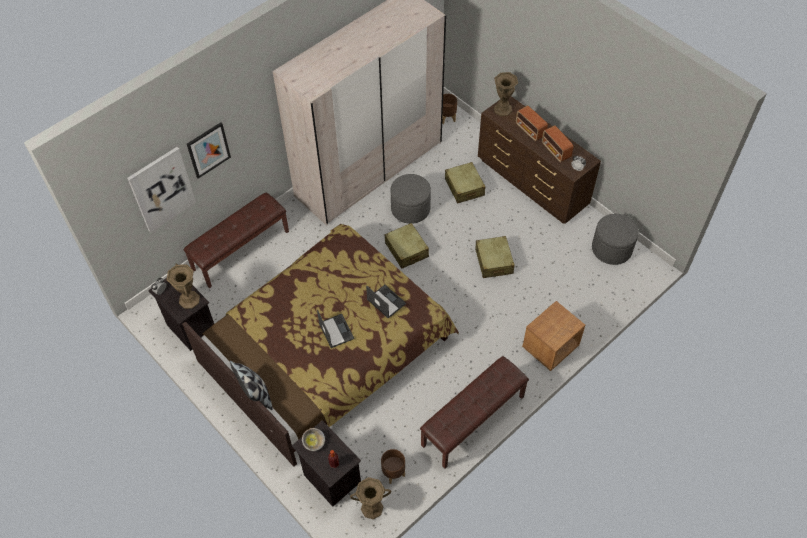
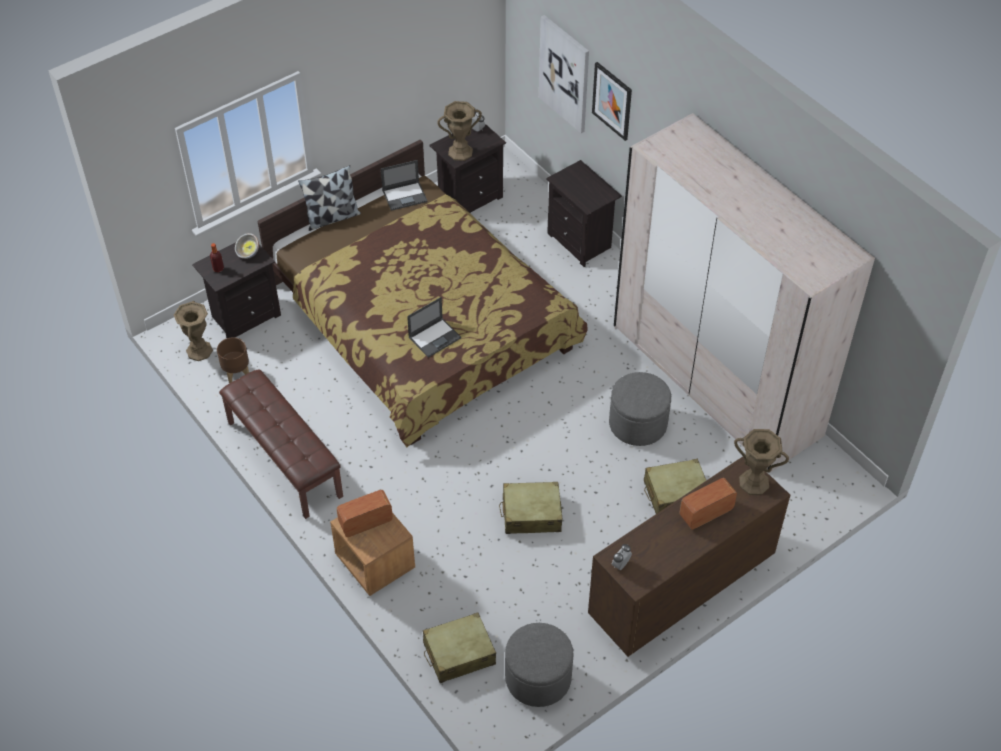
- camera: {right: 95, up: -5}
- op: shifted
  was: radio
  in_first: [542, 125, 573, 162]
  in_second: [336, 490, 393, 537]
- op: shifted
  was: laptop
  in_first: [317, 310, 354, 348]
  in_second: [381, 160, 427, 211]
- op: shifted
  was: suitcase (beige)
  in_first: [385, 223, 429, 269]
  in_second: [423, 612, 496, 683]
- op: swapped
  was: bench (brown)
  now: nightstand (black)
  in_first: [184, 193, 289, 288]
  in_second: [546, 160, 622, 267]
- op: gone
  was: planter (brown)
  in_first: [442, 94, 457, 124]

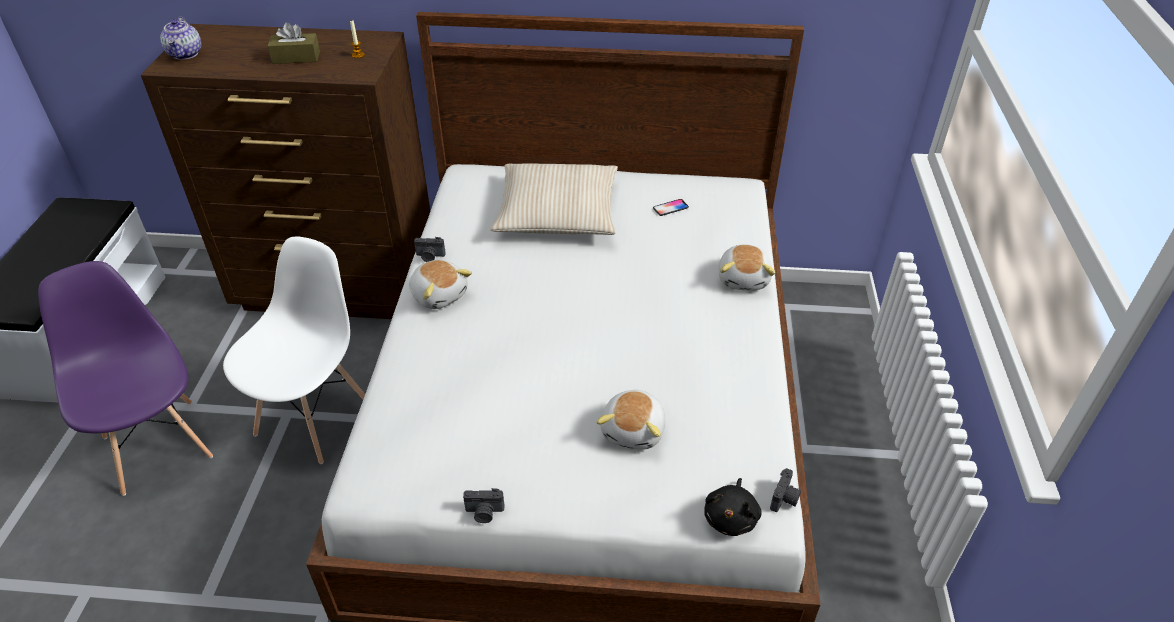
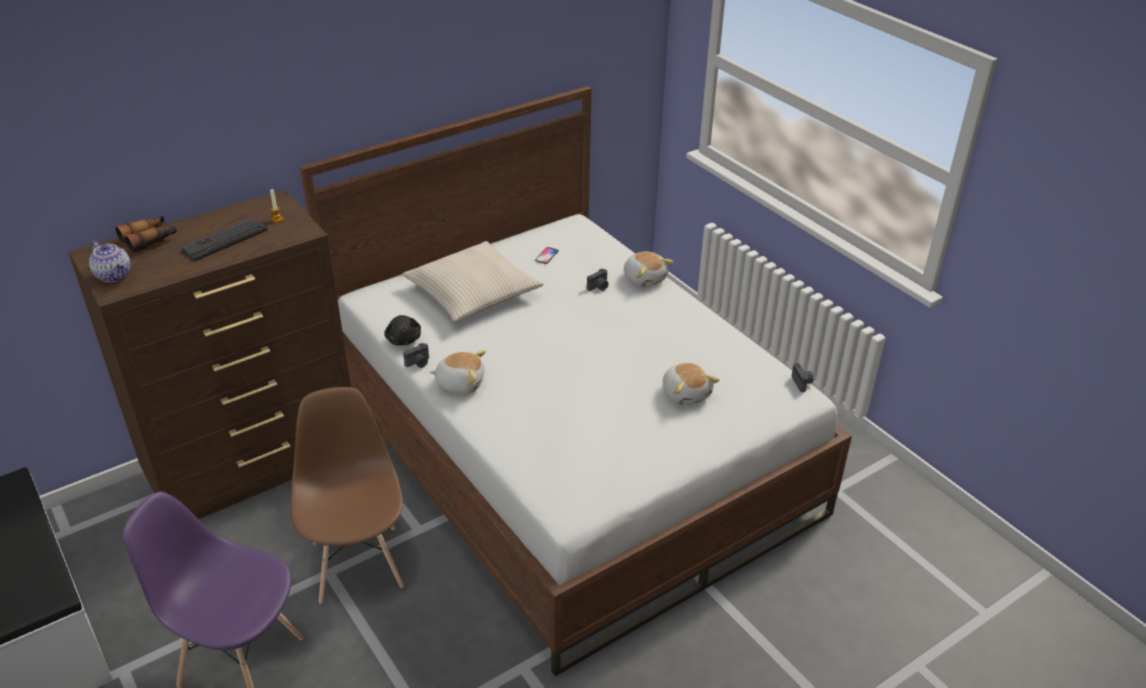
- camera: {right: -40, up: -5}
- op: new
  now: binoculars
  in_second: [115, 216, 177, 254]
- op: swapped
  was: tissue box (brown)
  now: keyboard
  in_first: [267, 22, 320, 64]
  in_second: [181, 218, 268, 261]
- op: repainted
  was: chair (white)
  now: chair (brown)
  in_first: [223, 237, 365, 464]
  in_second: [291, 387, 404, 604]
- op: shifted
  was: plush toy (black)
  in_first: [704, 478, 762, 536]
  in_second: [384, 315, 421, 346]
- op: shifted
  was: photo camera
  in_first: [463, 488, 504, 523]
  in_second: [587, 269, 608, 291]

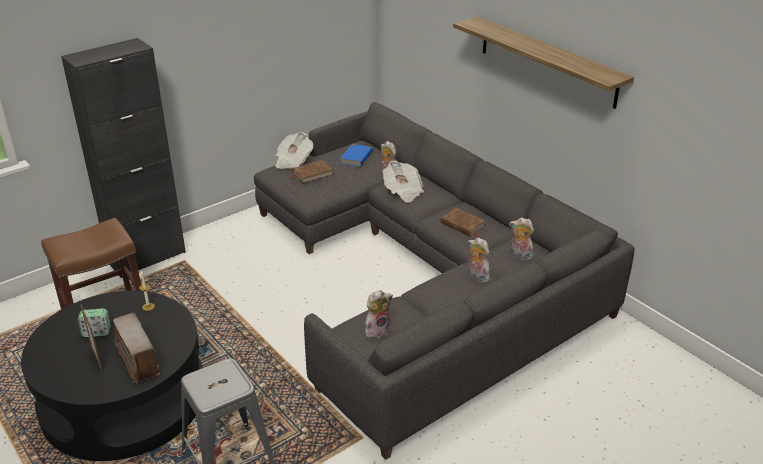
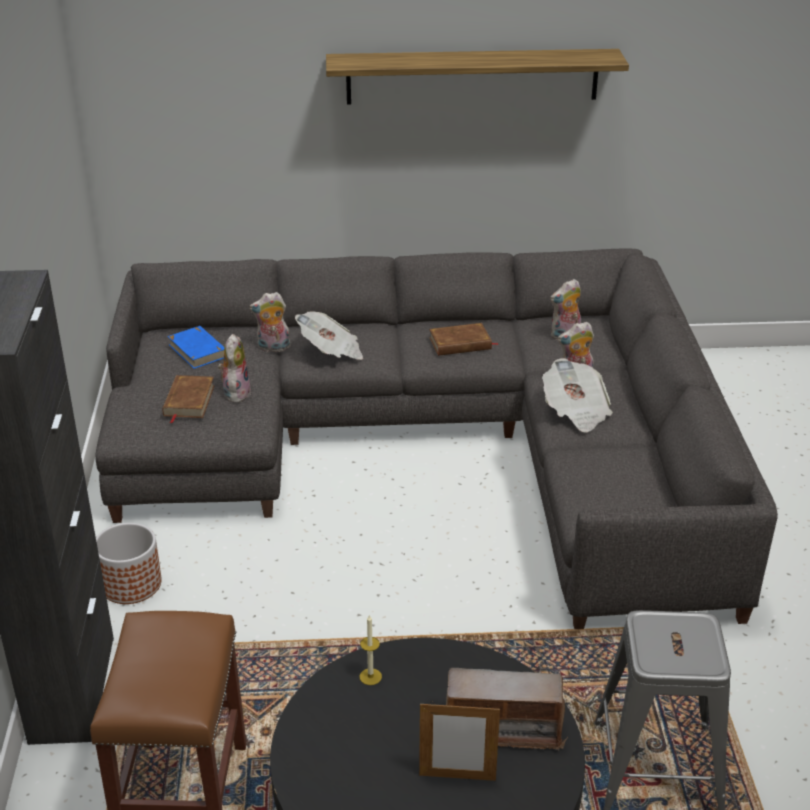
- camera: {right: -55, up: 0}
- op: new
  now: planter
  in_second: [96, 523, 162, 604]
- op: shifted
  was: plush toy
  in_first: [365, 290, 393, 338]
  in_second: [218, 334, 251, 403]
- op: shifted
  was: newspaper
  in_first: [275, 132, 313, 169]
  in_second: [542, 358, 613, 433]
- op: gone
  was: alarm clock
  in_first: [77, 308, 111, 337]

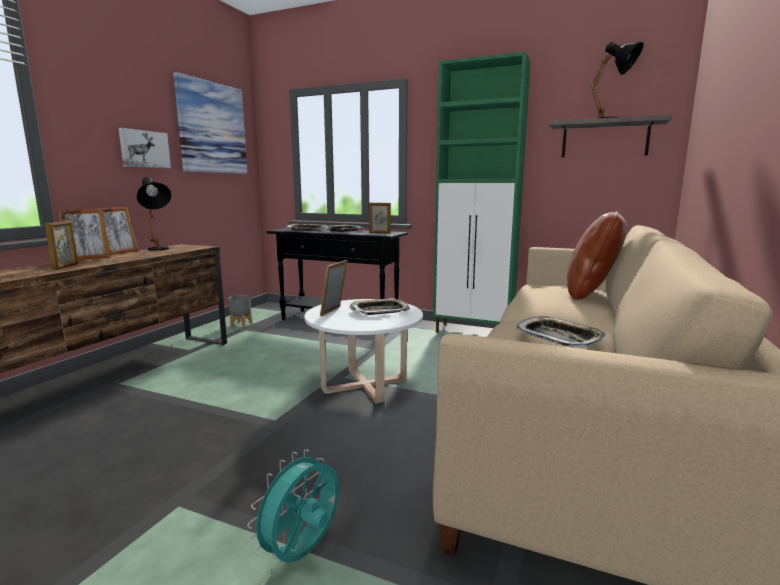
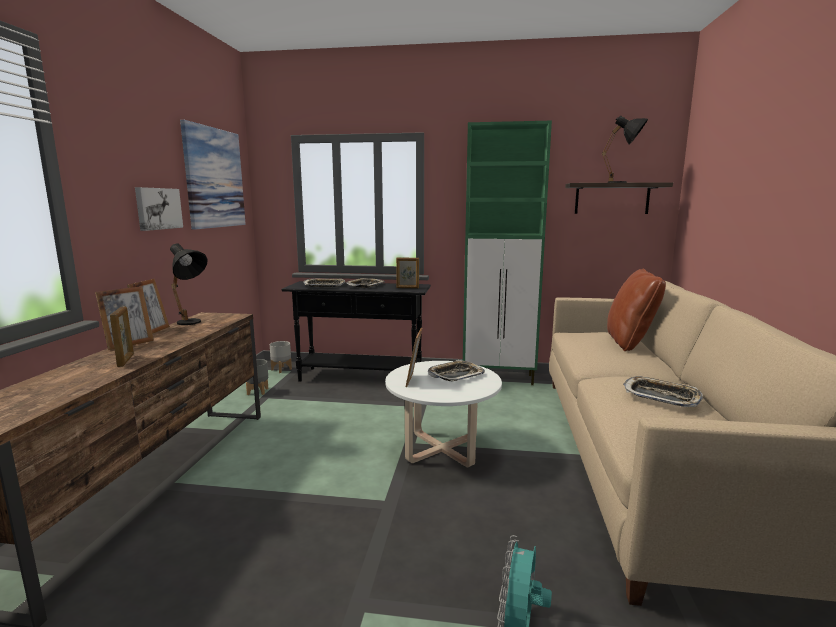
- camera: {right: -15, up: 0}
- op: new
  now: planter (grey)
  in_second: [270, 341, 292, 373]

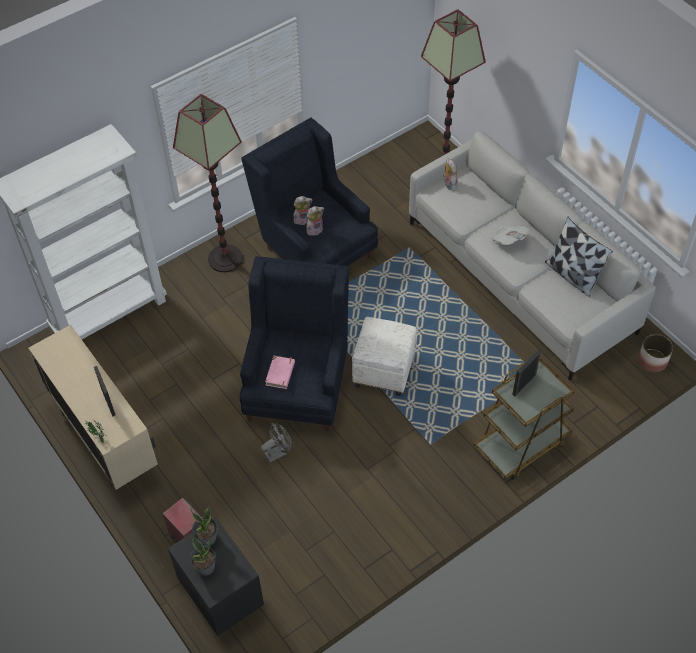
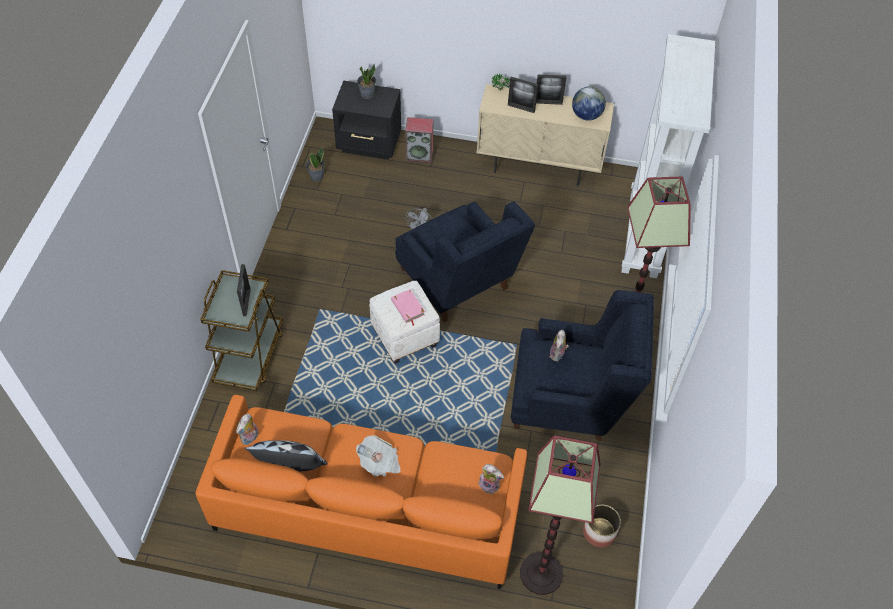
- camera: {right: 135, up: 0}
- op: repainted
  was: sofa (grey)
  now: sofa (orange)
  in_first: [409, 131, 656, 381]
  in_second: [196, 395, 527, 589]
- op: shifted
  was: plush toy
  in_first: [294, 196, 312, 225]
  in_second: [236, 414, 259, 445]
- op: shifted
  was: potted plant
  in_first: [191, 506, 217, 546]
  in_second: [306, 147, 325, 181]
- op: shifted
  was: book (pink)
  in_first: [265, 356, 295, 389]
  in_second: [391, 289, 425, 326]
- op: new
  now: picture frame
  in_second: [536, 74, 567, 105]
- op: new
  now: globe
  in_second: [572, 86, 606, 121]
- op: shifted
  was: planter
  in_first: [638, 334, 673, 372]
  in_second: [583, 505, 621, 547]

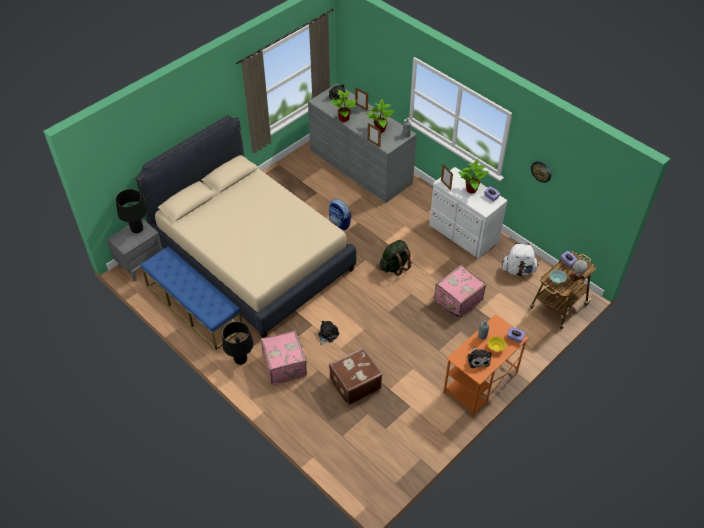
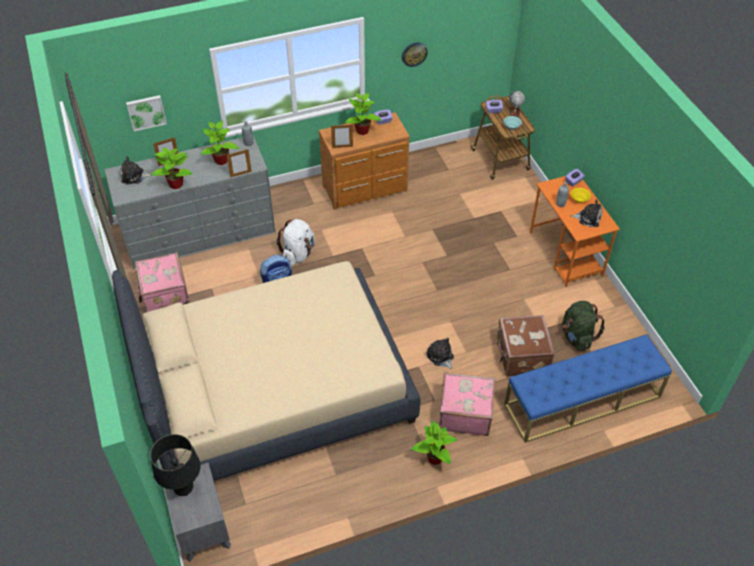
- camera: {right: -65, up: 0}
- op: new
  now: picture
  in_second: [126, 95, 167, 132]
- op: shifted
  was: suitcase (pink)
  in_first: [434, 265, 486, 319]
  in_second: [135, 252, 190, 312]
- op: shifted
  was: backpack (white)
  in_first: [502, 243, 539, 276]
  in_second: [276, 219, 315, 266]
- op: repainted
  was: dresser (white)
  now: dresser (brown)
  in_first: [429, 167, 508, 259]
  in_second: [319, 112, 410, 210]
- op: swapped
  was: table lamp (black)
  now: potted plant
  in_first: [222, 321, 253, 365]
  in_second: [411, 421, 457, 465]
- op: shifted
  was: bench (blue)
  in_first: [141, 246, 242, 350]
  in_second: [504, 334, 672, 443]
- op: shifted
  was: backpack (green)
  in_first: [380, 240, 412, 276]
  in_second: [562, 301, 605, 351]

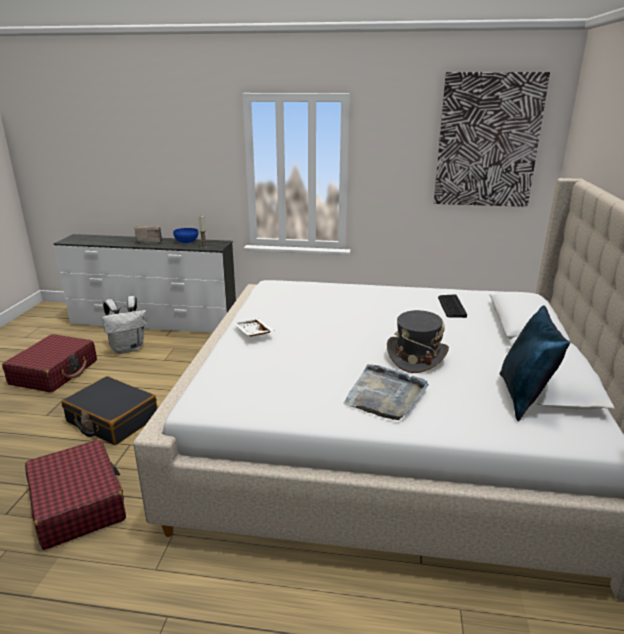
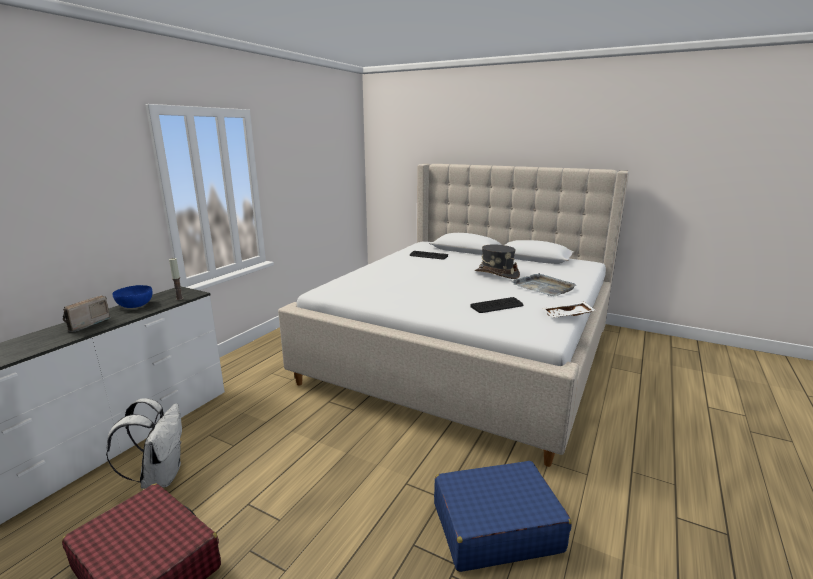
- camera: {right: -70, up: -5}
- op: repainted
  was: suitcase (red)
  now: suitcase (blue)
  in_first: [25, 439, 126, 550]
  in_second: [434, 461, 572, 572]
- op: new
  now: keyboard
  in_second: [470, 297, 524, 313]
- op: shifted
  was: tray (white)
  in_first: [233, 319, 275, 336]
  in_second: [542, 301, 596, 318]
- op: gone
  was: suitcase (black)
  in_first: [62, 376, 157, 445]
- op: gone
  was: picture
  in_first: [434, 72, 550, 207]
- op: gone
  was: pillow (blue)
  in_first: [500, 305, 570, 421]

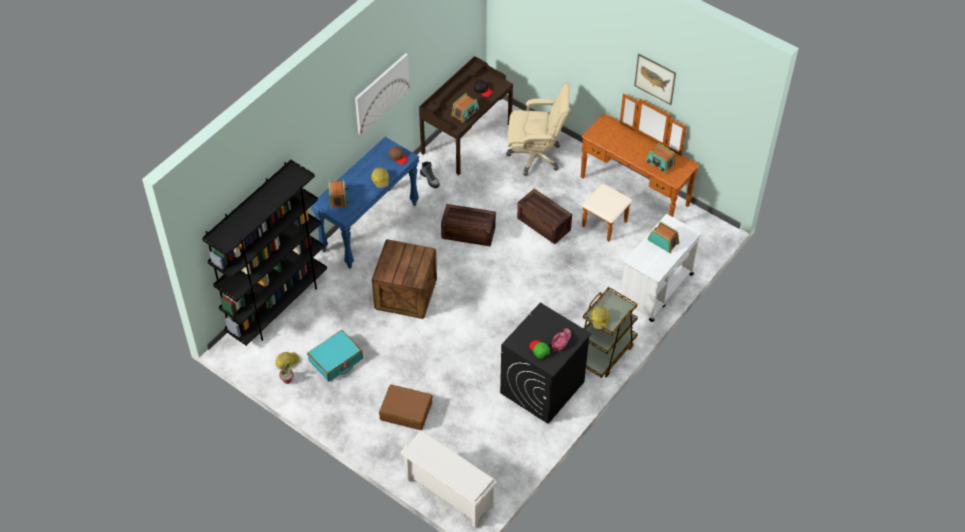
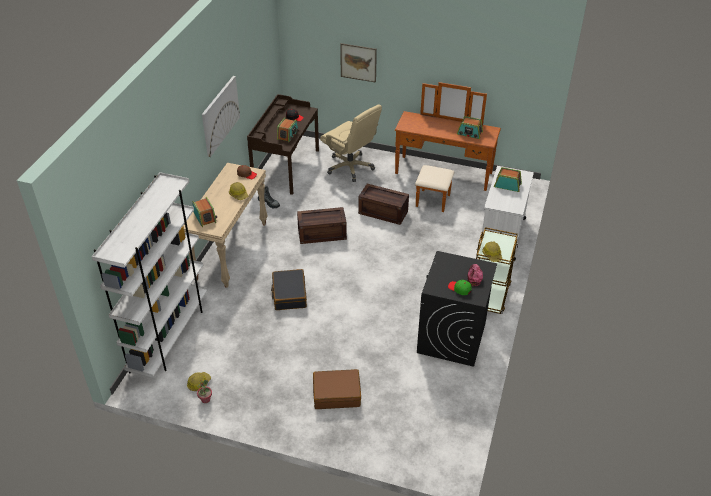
- camera: {right: -20, up: -10}
- op: repainted
  was: bookcase (black)
  now: bookcase (white)
  in_first: [202, 160, 327, 346]
  in_second: [91, 172, 208, 378]
- op: repainted
  was: console table (blue)
  now: console table (beige)
  in_first: [311, 137, 420, 269]
  in_second: [183, 163, 268, 288]
- op: swapped
  was: crate
  now: suitcase (black)
  in_first: [372, 239, 437, 319]
  in_second: [271, 269, 307, 310]
- op: rotated
  was: office chair (beige)
  in_first: [506, 83, 570, 176]
  in_second: [320, 105, 382, 182]
  clockwise: 60
- op: shifted
  was: picture
  in_first: [634, 54, 676, 105]
  in_second: [340, 43, 377, 83]
- op: gone
  was: suitcase (turquoise)
  in_first: [307, 330, 363, 382]
- op: gone
  was: shoe rack (white)
  in_first: [400, 430, 497, 528]

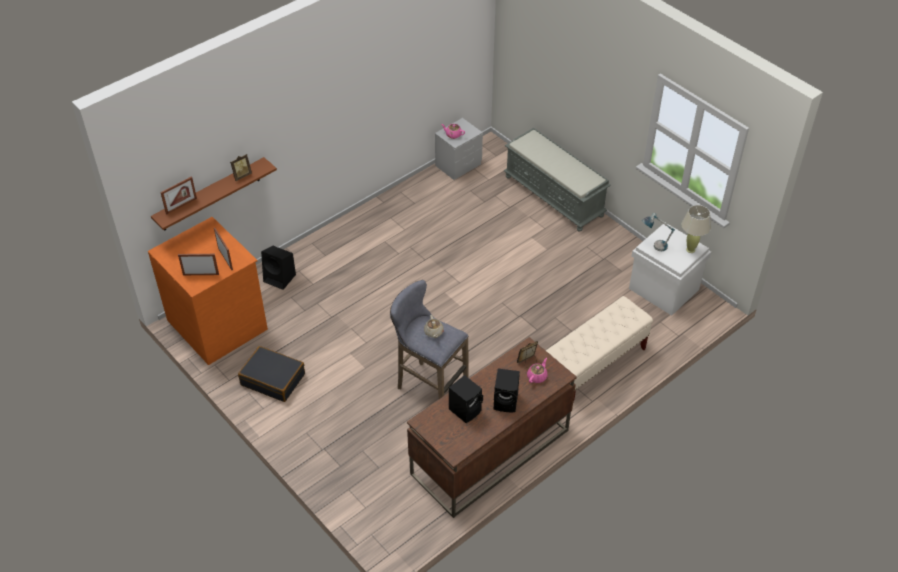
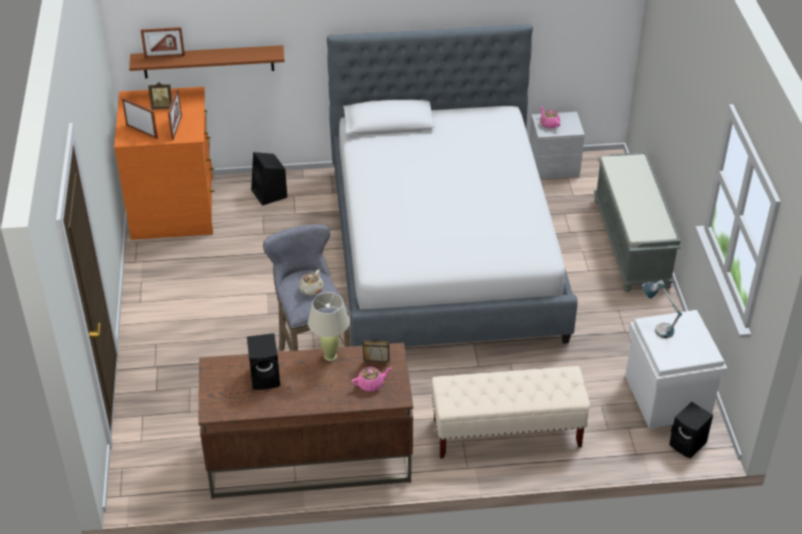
- camera: {right: 35, up: -5}
- op: shifted
  was: picture frame
  in_first: [230, 154, 252, 181]
  in_second: [148, 82, 172, 110]
- op: shifted
  was: table lamp (beige)
  in_first: [682, 205, 711, 253]
  in_second: [308, 292, 350, 361]
- op: new
  now: bed
  in_second: [327, 24, 578, 347]
- op: shifted
  was: speaker (black)
  in_first: [494, 369, 520, 412]
  in_second: [669, 402, 713, 458]
- op: gone
  was: suitcase (black)
  in_first: [238, 346, 305, 402]

